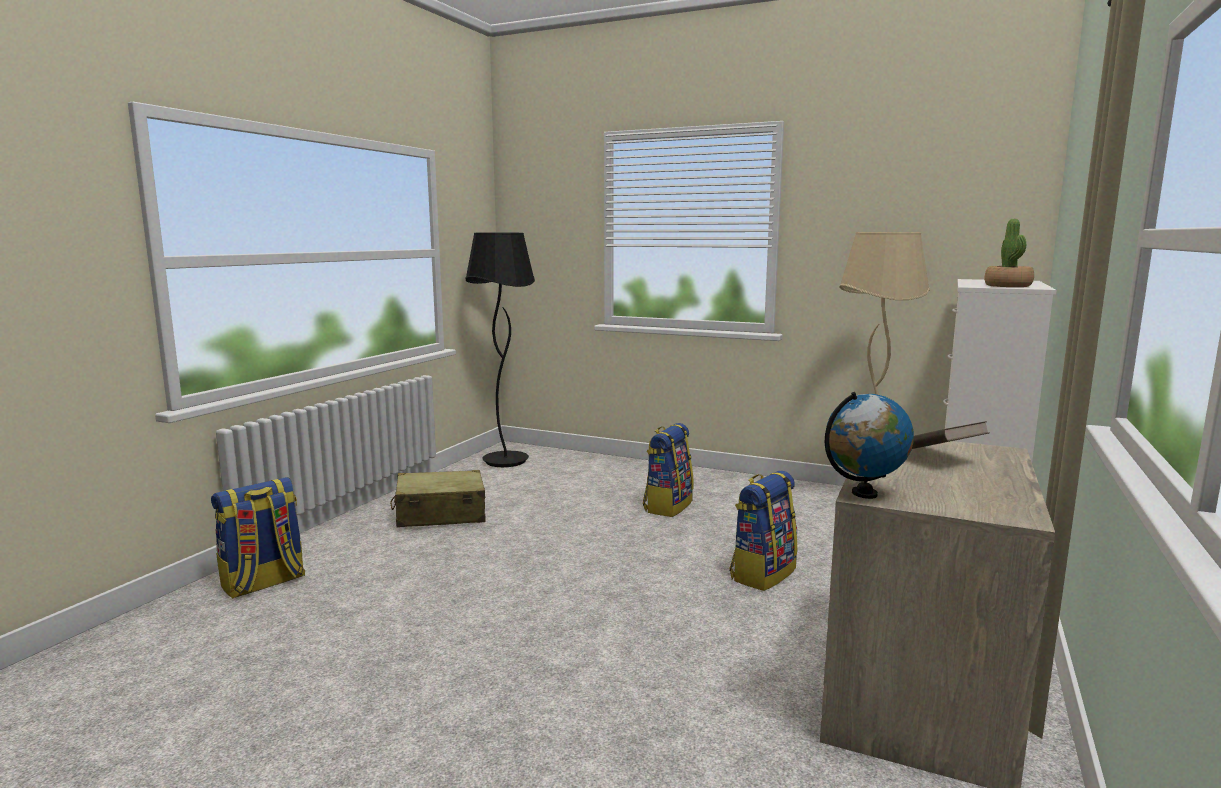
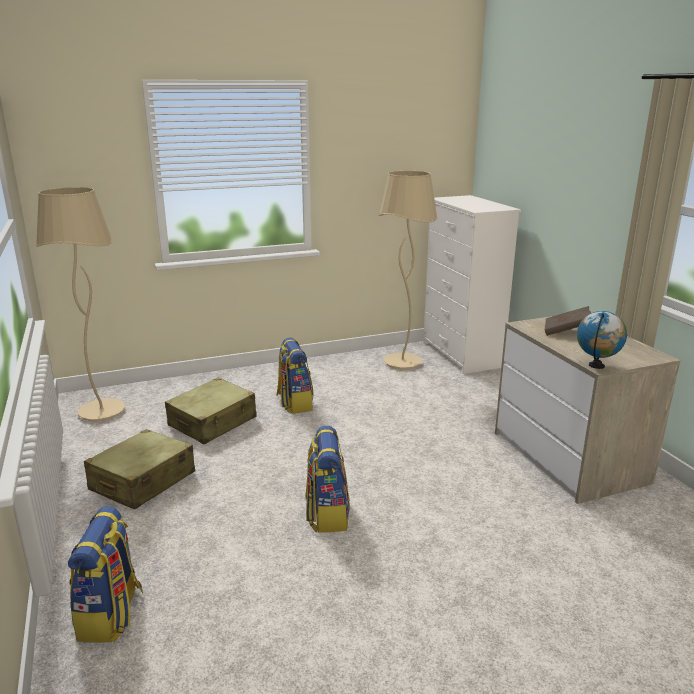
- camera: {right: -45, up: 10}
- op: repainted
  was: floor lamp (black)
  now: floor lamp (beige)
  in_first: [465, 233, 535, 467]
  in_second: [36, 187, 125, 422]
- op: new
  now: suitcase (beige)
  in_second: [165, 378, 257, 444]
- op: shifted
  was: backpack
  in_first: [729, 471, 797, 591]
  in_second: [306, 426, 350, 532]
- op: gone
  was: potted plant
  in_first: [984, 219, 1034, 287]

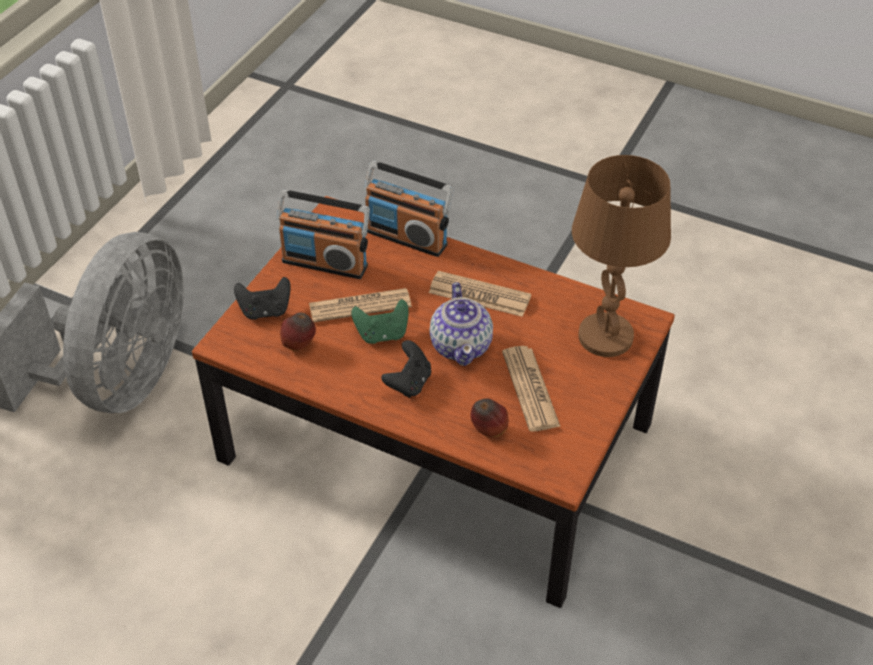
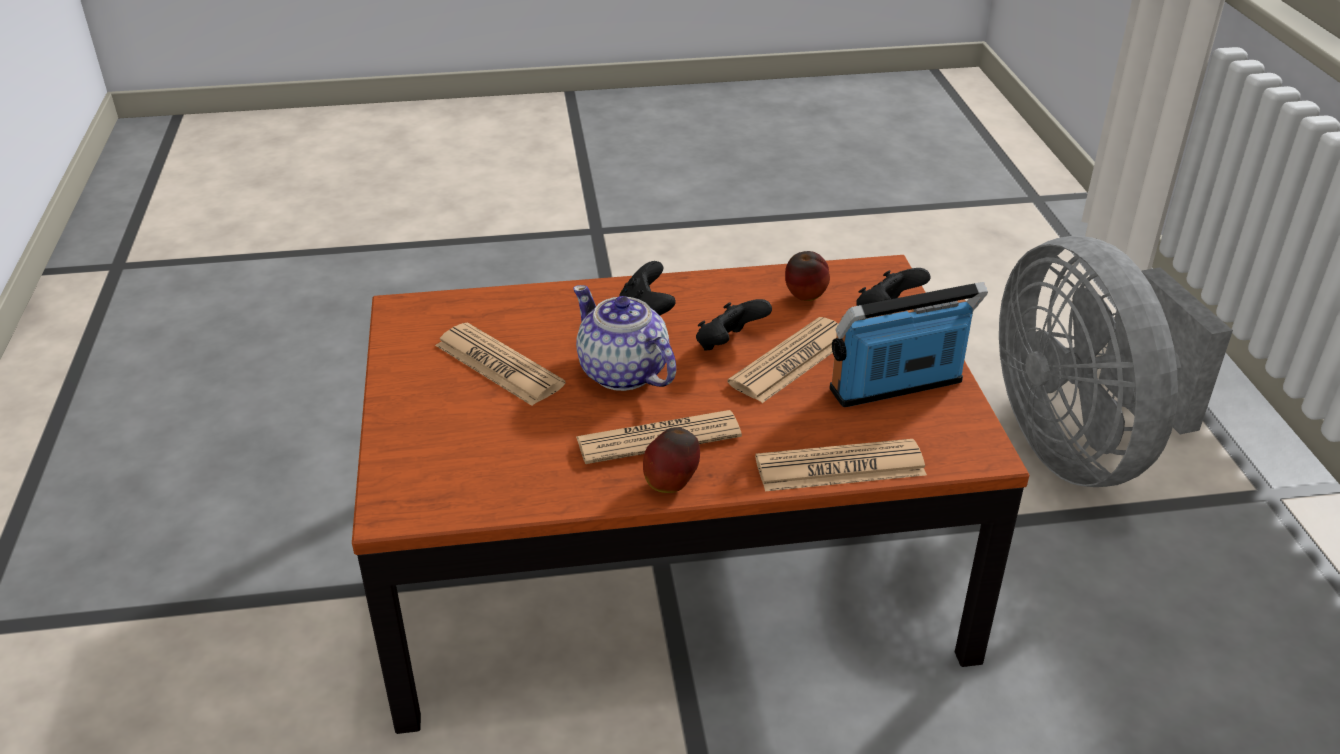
- camera: {right: 145, up: -10}
- op: shifted
  was: apple
  in_first: [470, 398, 508, 437]
  in_second: [643, 427, 700, 493]
- op: repainted
  was: game controller (green)
  now: game controller (black)
  in_first: [351, 299, 408, 344]
  in_second: [696, 299, 772, 351]
- op: swapped
  was: radio
  now: newspaper
  in_first: [364, 161, 454, 257]
  in_second: [755, 439, 927, 491]
- op: gone
  was: table lamp (brown)
  in_first: [572, 155, 671, 357]

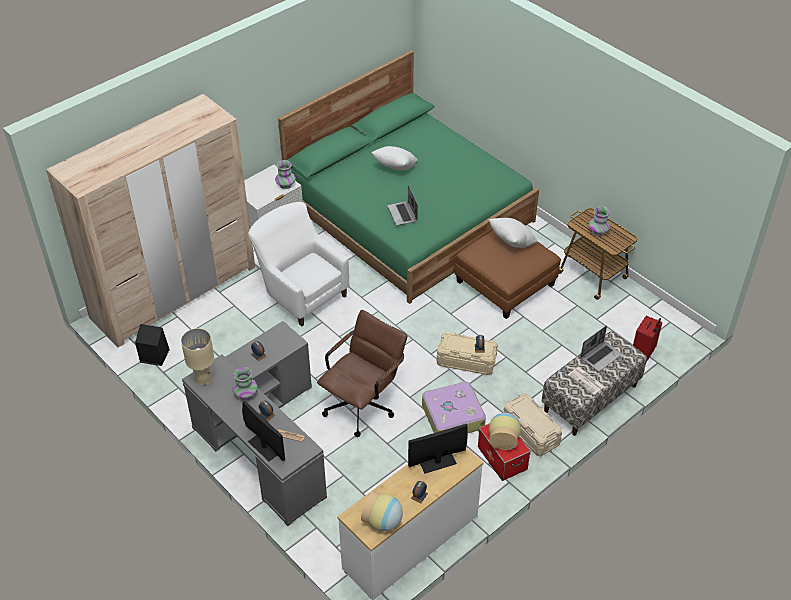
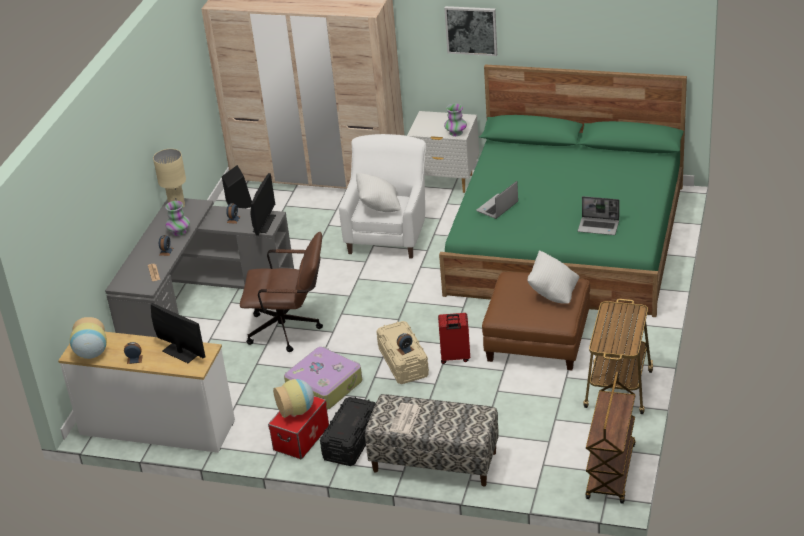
- camera: {right: 60, up: -10}
- op: shifted
  was: monitor
  in_first: [242, 400, 285, 461]
  in_second: [251, 173, 276, 236]
- op: repainted
  was: storage box (beige)
  now: storage box (black)
  in_first: [503, 393, 563, 456]
  in_second: [320, 397, 376, 466]
- op: shifted
  was: pillow (white)
  in_first: [371, 146, 418, 171]
  in_second: [356, 172, 401, 212]
- op: shifted
  was: suitcase (red)
  in_first: [633, 316, 662, 362]
  in_second: [438, 313, 470, 364]
- op: new
  now: picture
  in_second: [445, 6, 497, 56]
- op: shifted
  was: laptop
  in_first: [580, 325, 622, 372]
  in_second: [578, 196, 620, 235]
- op: new
  now: cart (brown)
  in_second: [585, 371, 636, 504]
- op: gone
  was: vase
  in_first: [589, 206, 610, 236]

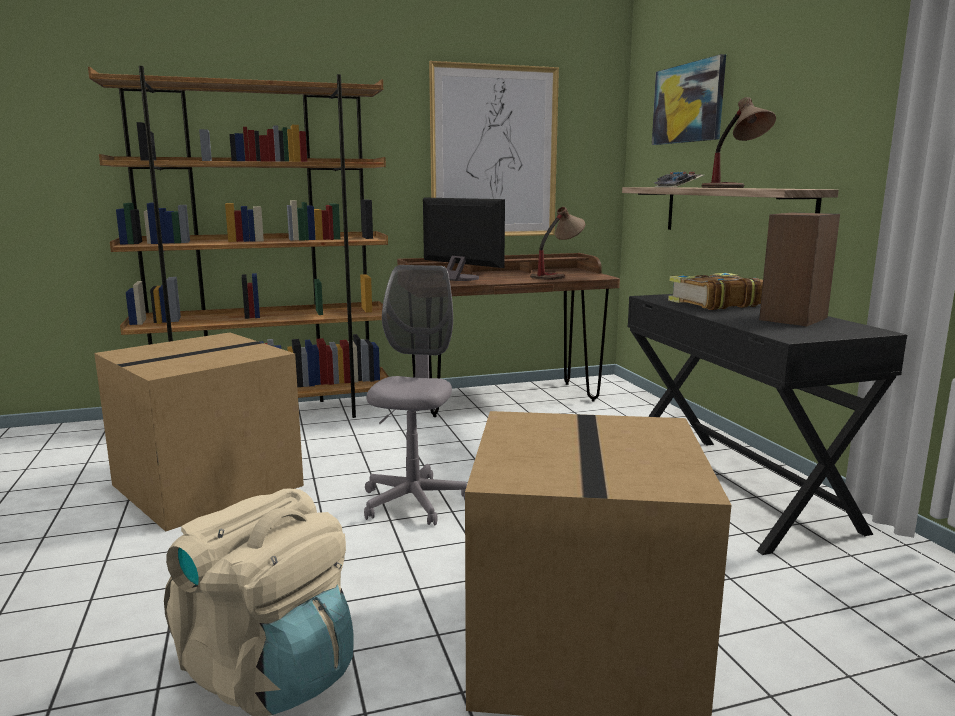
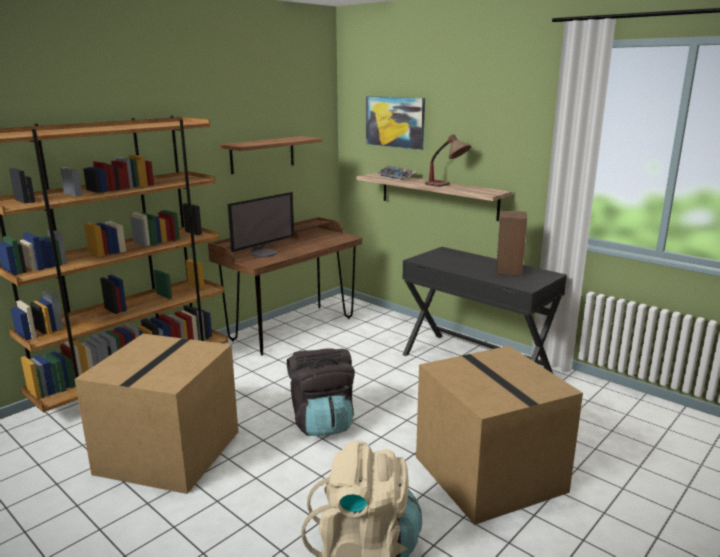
- camera: {right: -30, up: 5}
- op: swapped
  was: picture
  now: shelf
  in_first: [429, 61, 559, 236]
  in_second: [220, 136, 322, 174]
- op: rotated
  was: monitor
  in_first: [423, 197, 505, 281]
  in_second: [228, 192, 294, 257]
  clockwise: 120
- op: swapped
  was: office chair (grey)
  now: backpack (black)
  in_first: [364, 265, 467, 526]
  in_second: [287, 348, 355, 436]
- op: gone
  was: table lamp
  in_first: [530, 207, 585, 280]
- op: gone
  was: book
  in_first: [668, 273, 763, 310]

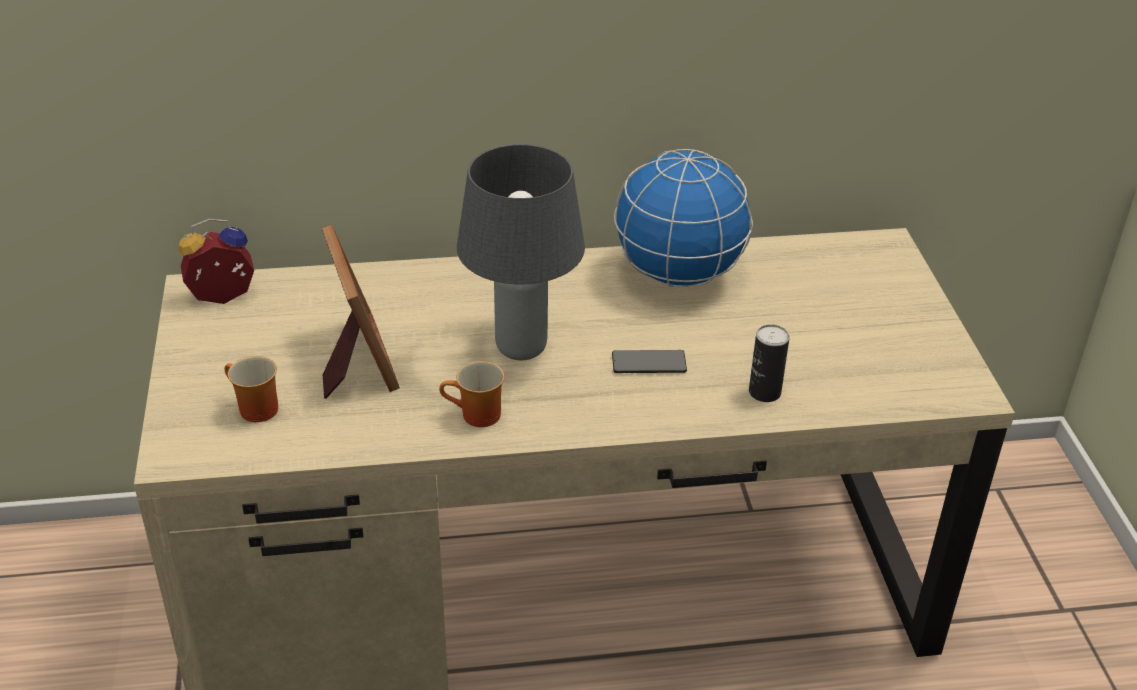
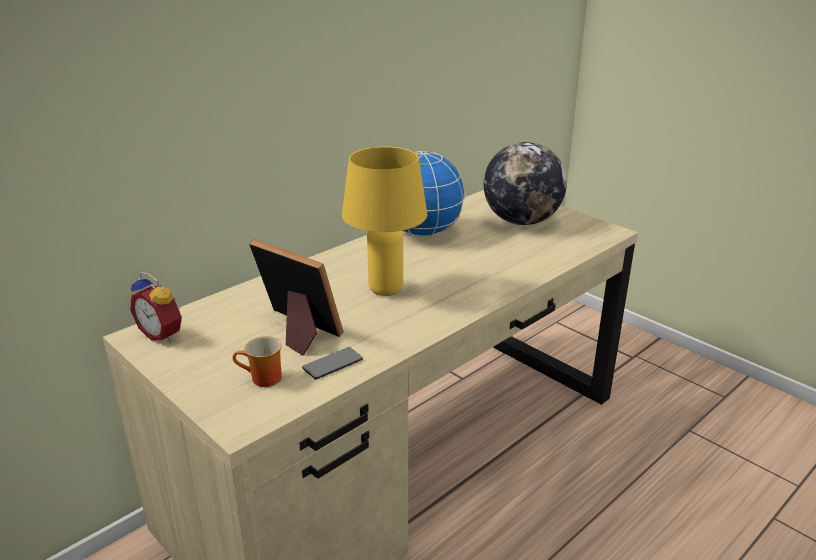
- camera: {right: -35, up: -10}
- op: rotated
  was: alarm clock
  in_first: [179, 219, 254, 304]
  in_second: [130, 272, 182, 342]
  clockwise: -90
- op: shifted
  was: phone
  in_first: [612, 350, 687, 373]
  in_second: [302, 347, 363, 380]
- op: repainted
  was: table lamp (grey)
  now: table lamp (yellow)
  in_first: [457, 144, 585, 360]
  in_second: [342, 147, 427, 296]
- op: new
  now: globe
  in_second: [484, 142, 567, 225]
- op: gone
  was: mug
  in_first: [439, 361, 505, 427]
- op: gone
  was: can
  in_first: [749, 324, 790, 402]

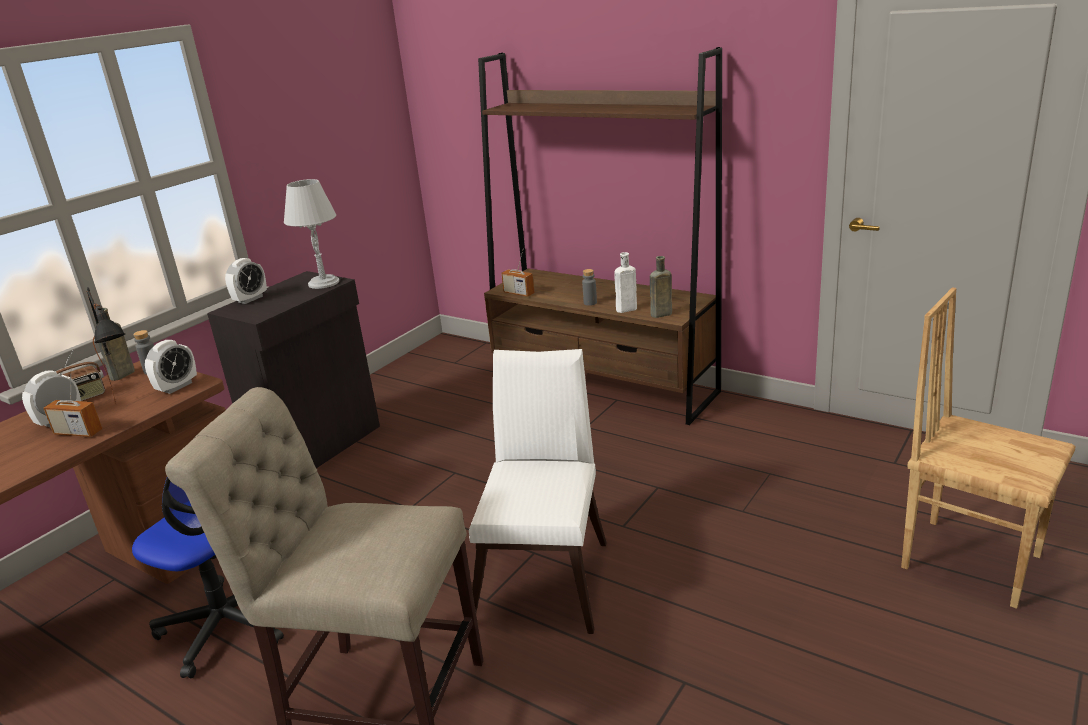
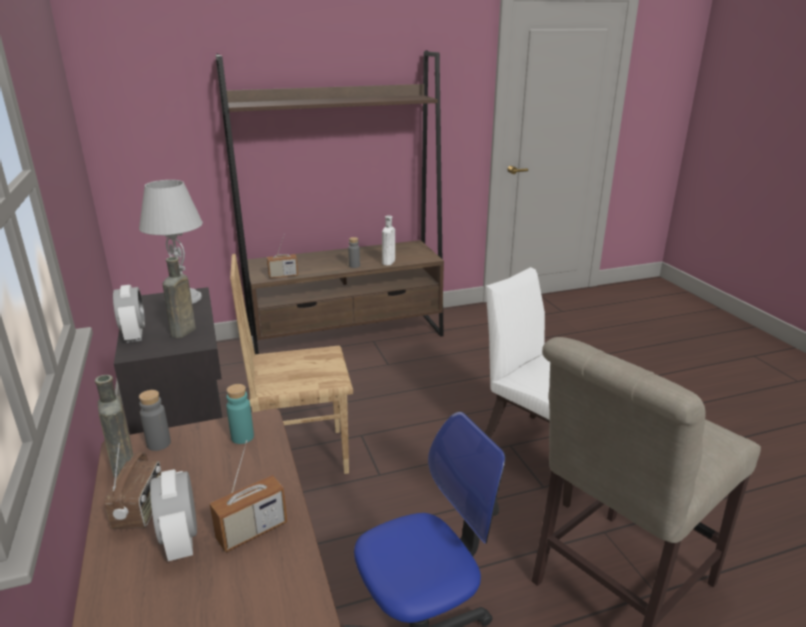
- camera: {right: -55, up: 0}
- op: shifted
  was: bottle (brown)
  in_first: [650, 256, 672, 318]
  in_second: [163, 257, 196, 338]
- op: swapped
  was: alarm clock
  now: bottle (turquoise)
  in_first: [145, 340, 197, 394]
  in_second: [226, 384, 254, 444]
- op: shifted
  was: chair (brown)
  in_first: [901, 288, 1076, 609]
  in_second: [230, 254, 353, 474]
- op: gone
  was: table lamp (black)
  in_first: [86, 287, 125, 405]

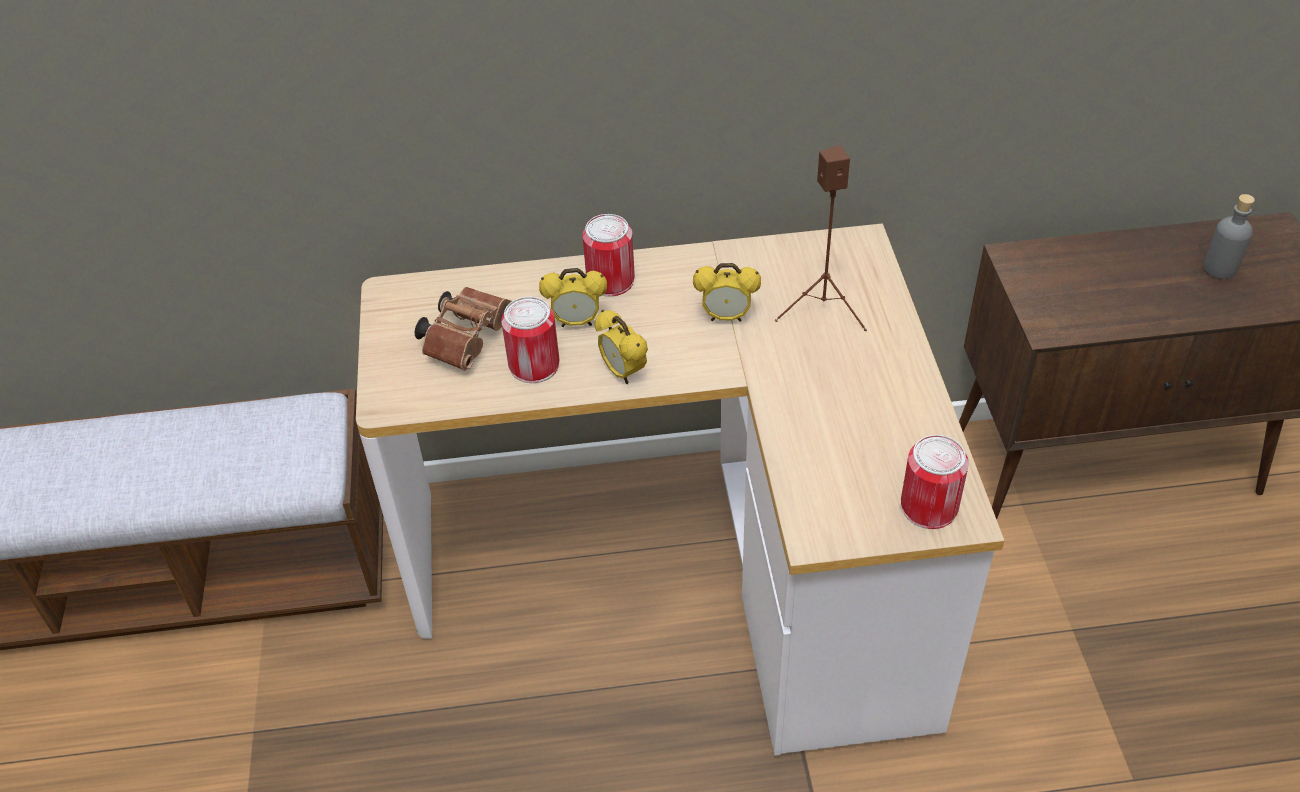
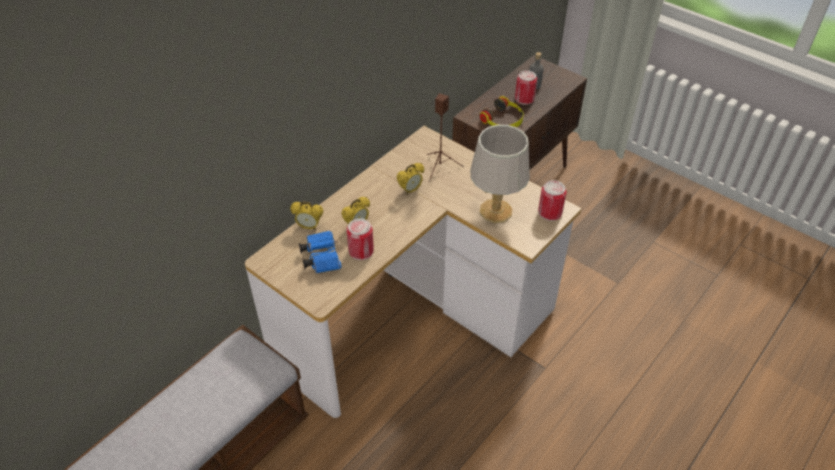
- camera: {right: -45, up: 0}
- op: shifted
  was: alarm clock
  in_first: [594, 310, 648, 384]
  in_second: [290, 202, 323, 230]
- op: repainted
  was: binoculars (brown)
  now: binoculars (blue)
  in_first: [415, 287, 512, 371]
  in_second: [299, 231, 341, 273]
- op: new
  now: table lamp (grey)
  in_second: [470, 125, 530, 223]
- op: new
  now: headphones
  in_second: [480, 96, 524, 127]
- op: shifted
  was: can
  in_first: [583, 214, 635, 297]
  in_second: [515, 70, 537, 105]

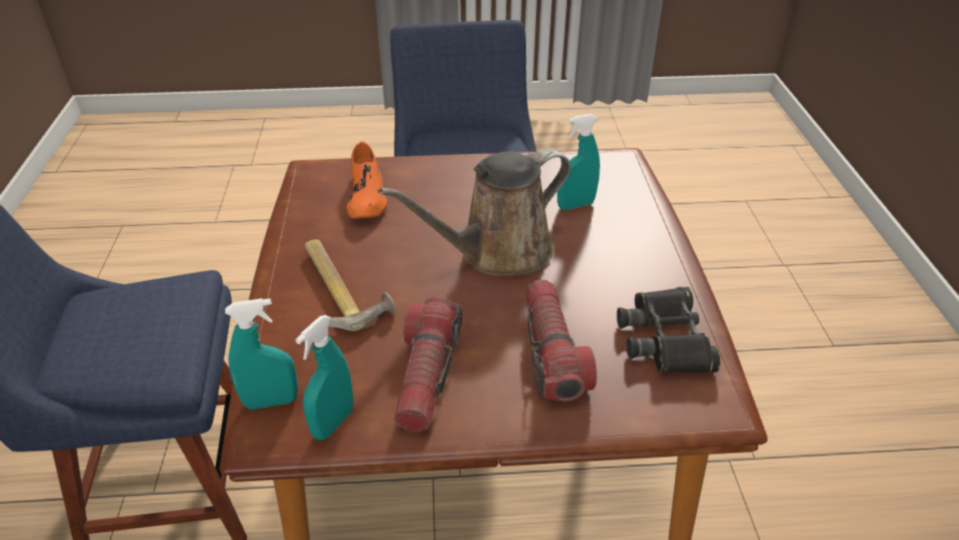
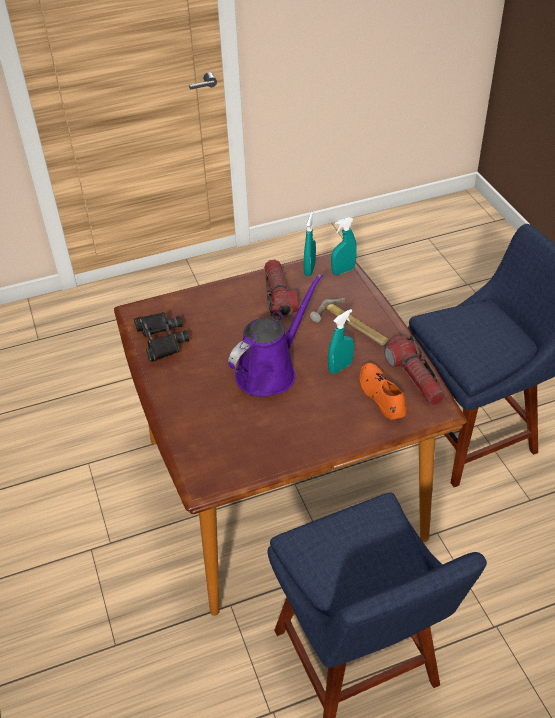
- camera: {right: 165, up: 5}
- op: repainted
  was: watering can (brown)
  now: watering can (purple)
  in_first: [379, 149, 571, 276]
  in_second: [228, 274, 323, 397]
- op: shifted
  was: spray bottle (turquoise)
  in_first: [557, 114, 600, 210]
  in_second: [328, 309, 354, 374]
- op: shifted
  was: flashlight
  in_first: [525, 280, 597, 402]
  in_second: [384, 336, 446, 406]

